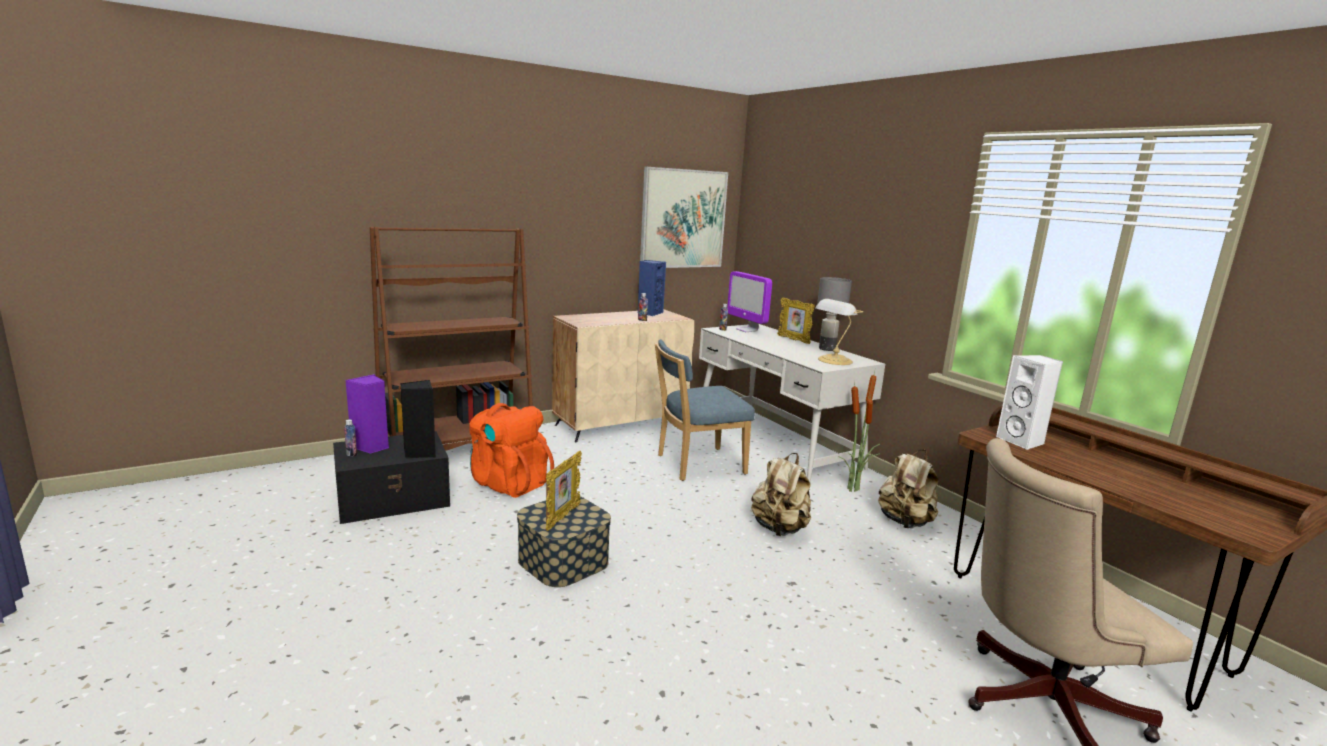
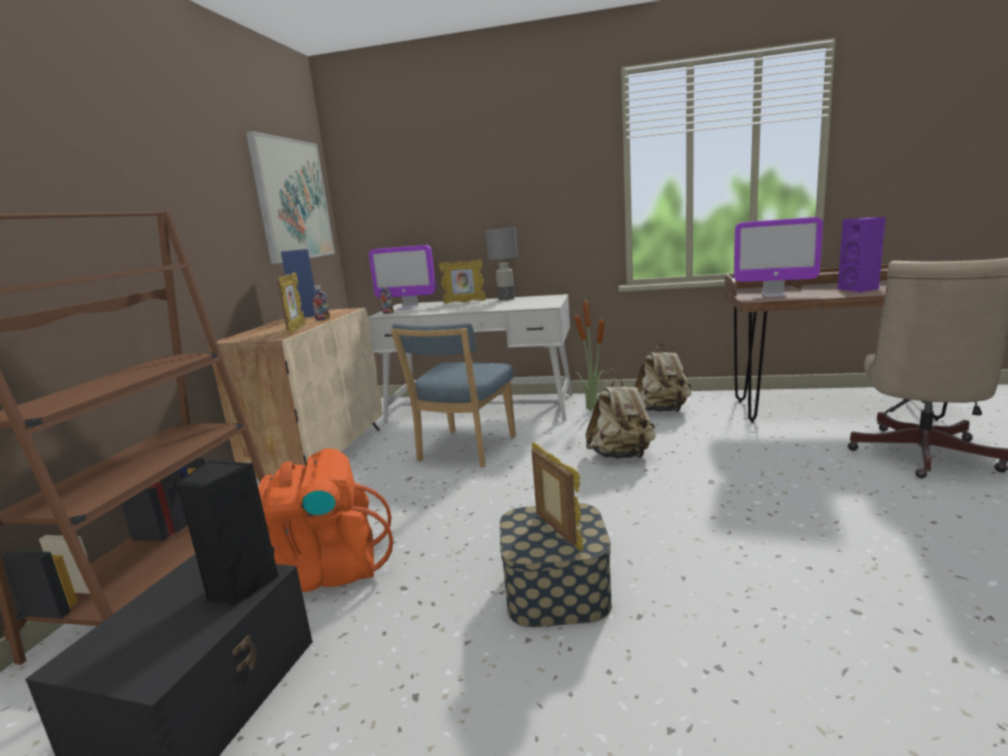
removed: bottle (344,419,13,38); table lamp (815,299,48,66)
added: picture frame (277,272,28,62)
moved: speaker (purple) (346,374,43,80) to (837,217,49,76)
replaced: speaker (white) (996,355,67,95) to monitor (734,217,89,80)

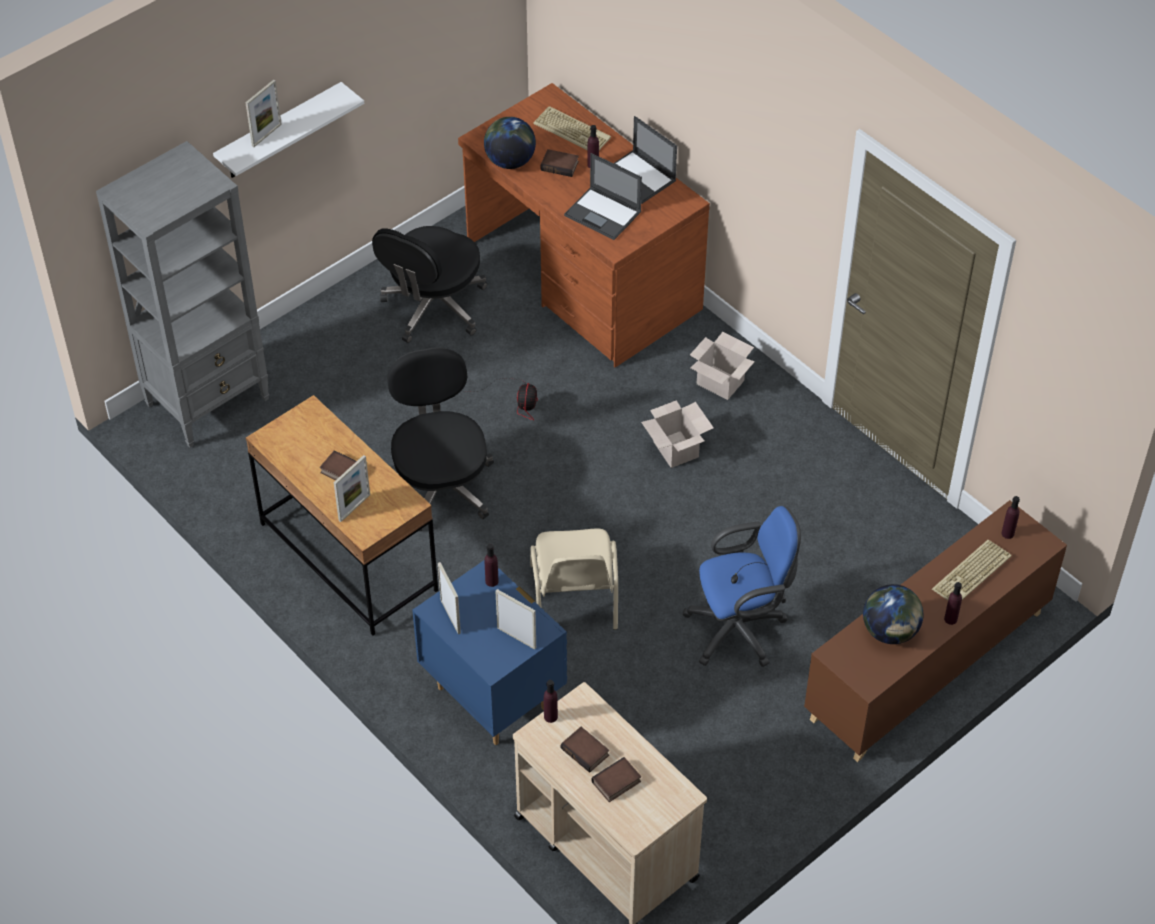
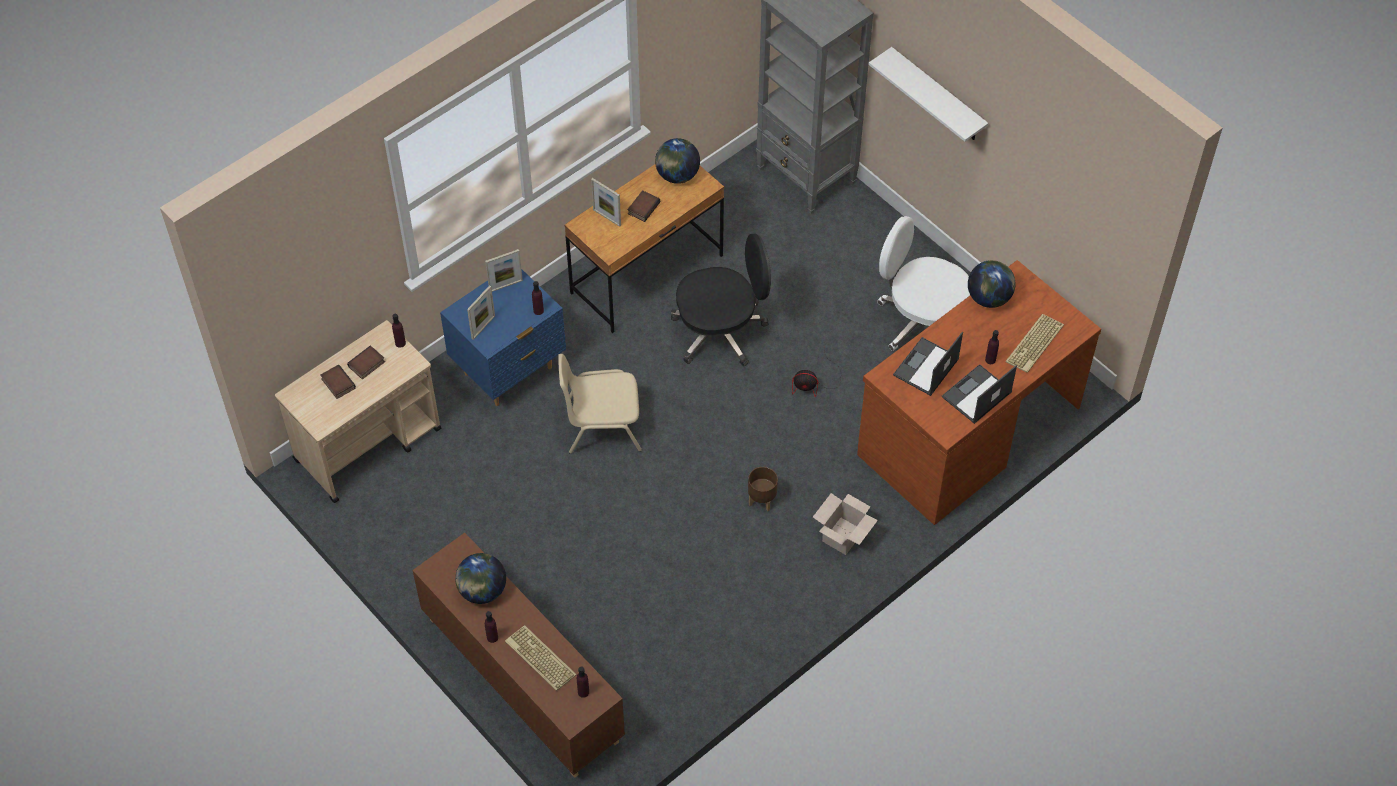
removed: picture frame (245,80,37,67); book (540,149,39,28); office chair (blue) (682,506,119,161)
added: globe (655,138,45,46)
replaced: cardboard box (641,400,73,68) to planter (brown) (748,467,30,44)
recoloured: office chair (black) (372,226,115,117) to office chair (white) (877,216,93,135)

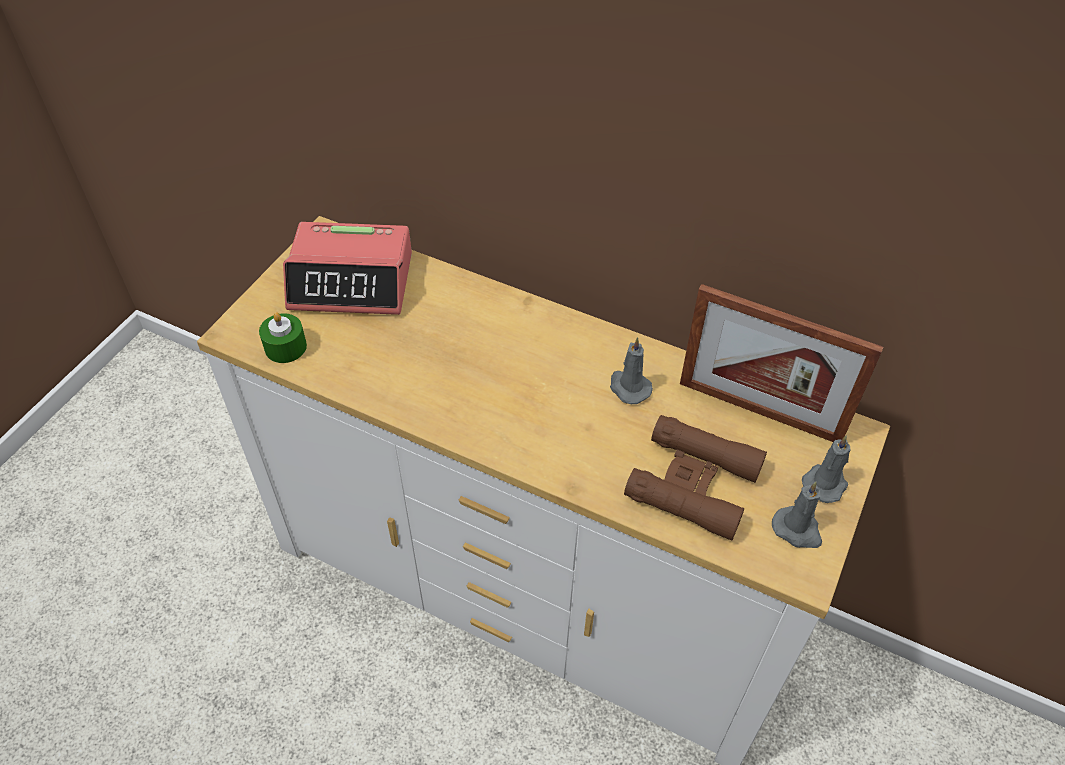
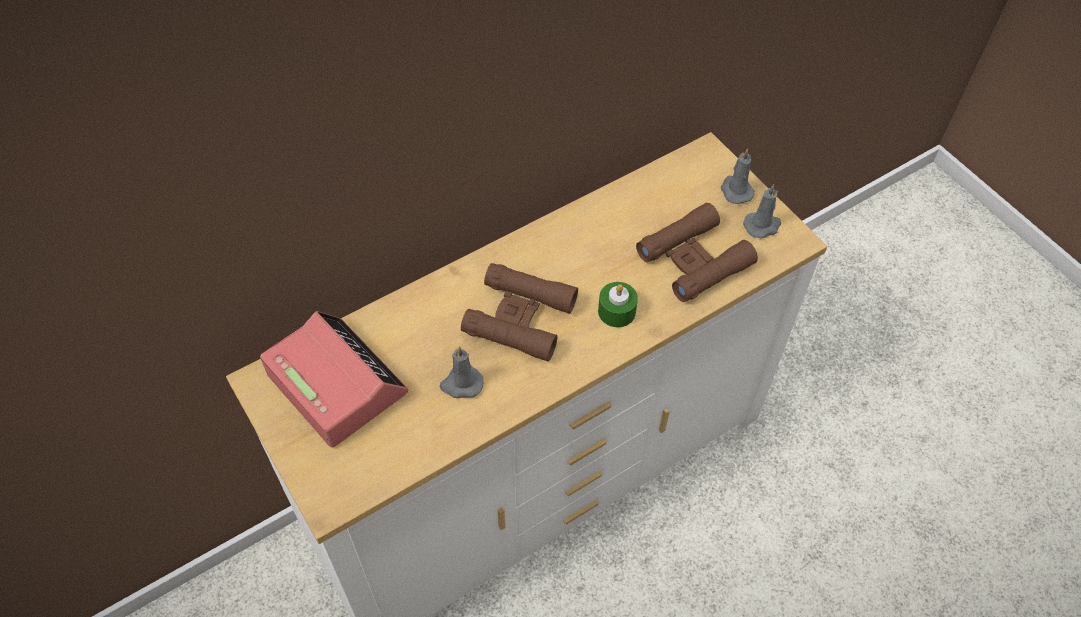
removed: picture frame (680,284,203,158)
added: binoculars (brown) (461,263,117,99)
moved: candle (green) (259,312,48,51) to (598,282,40,45); candle (grey) (610,337,43,67) to (439,346,44,53)
turned: alarm clock (283,222,129,93) = (260,311,148,137) 75 degrees counterclockwise

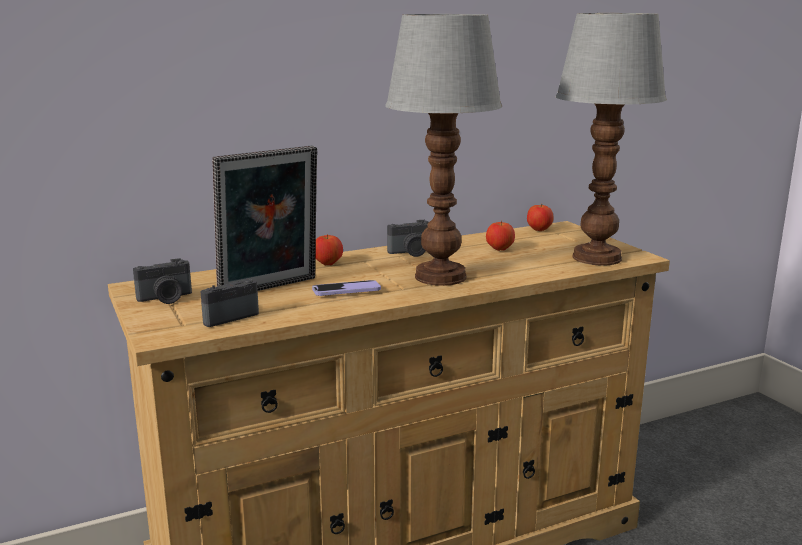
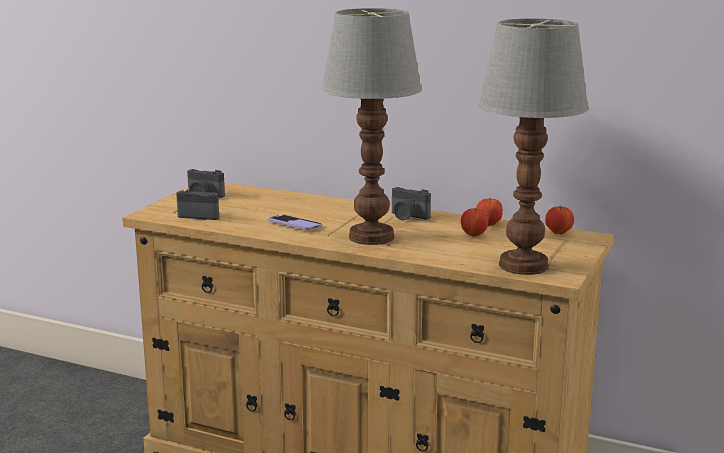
removed: picture frame (212,146,105,145)
moved: apple (315,234,28,31) to (476,198,27,28)

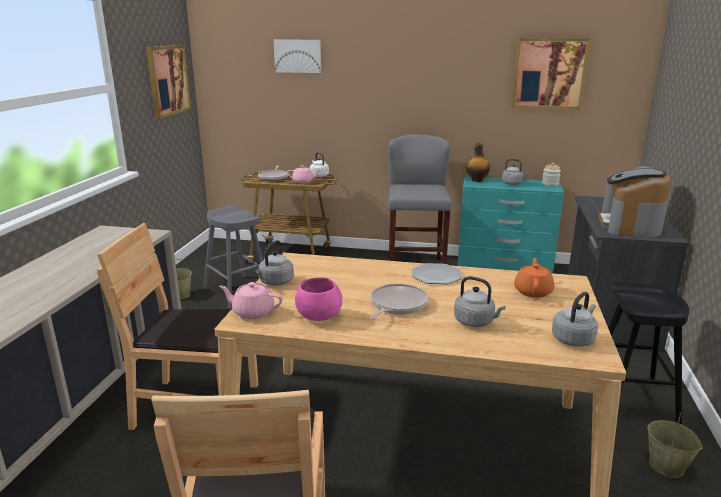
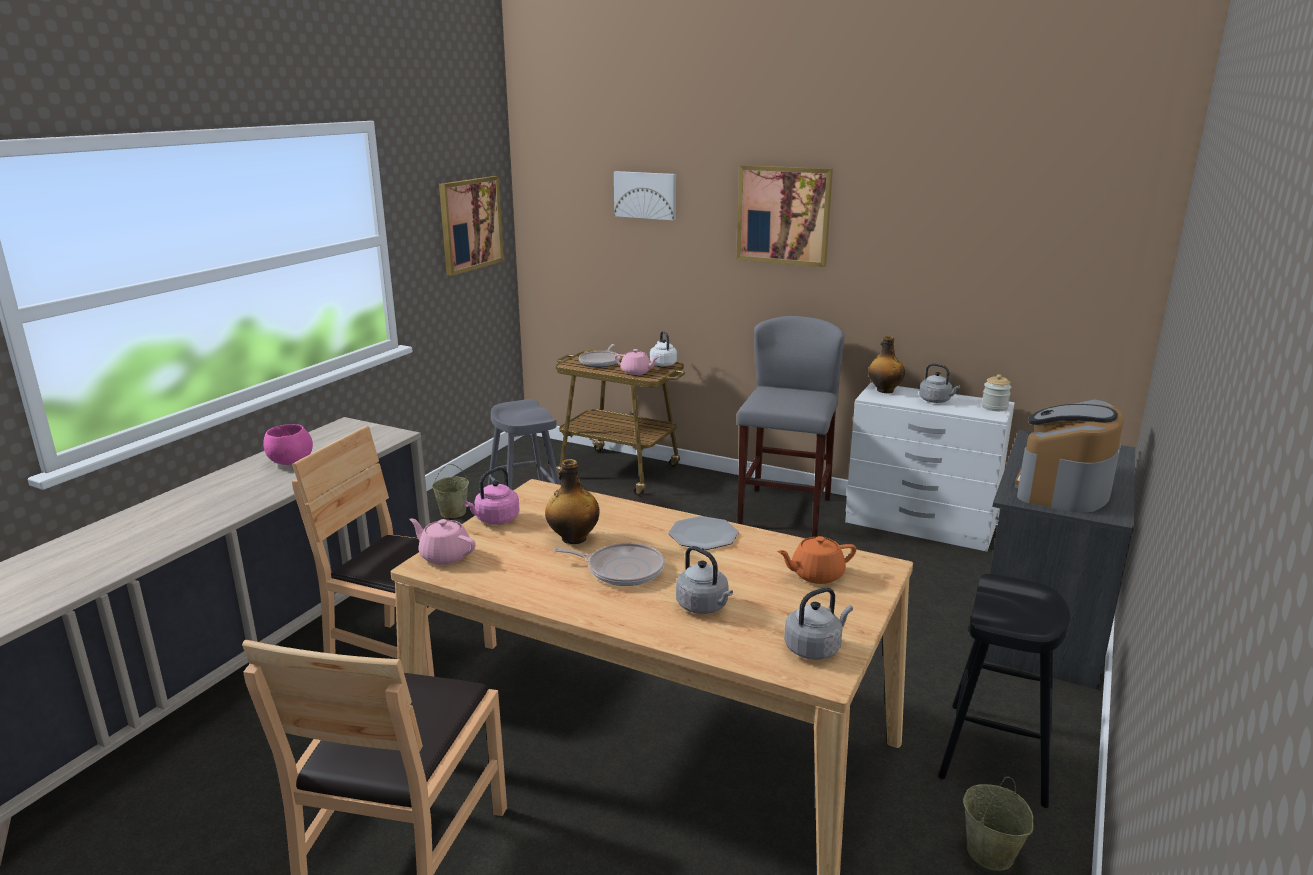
added: bottle (545,459,55,85)
moved: bowl (pink) (295,277,47,44) to (263,424,50,41); picture (512,38,79,72) to (737,165,96,102)
recoloured: kettle (grey) (255,240,39,46) to kettle (pink) (465,467,54,58); dresser (turquoise) (458,177,106,96) to dresser (white) (845,382,170,170)
turned: frying pan (370,283,59,36) = (554,543,111,43) 60 degrees clockwise; teapot (orange) (514,258,40,40) = (777,536,79,48) 135 degrees counterclockwise

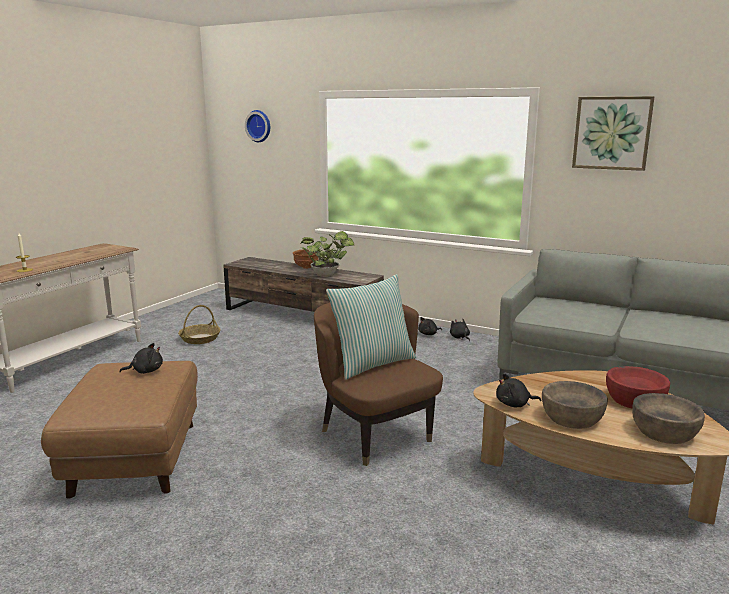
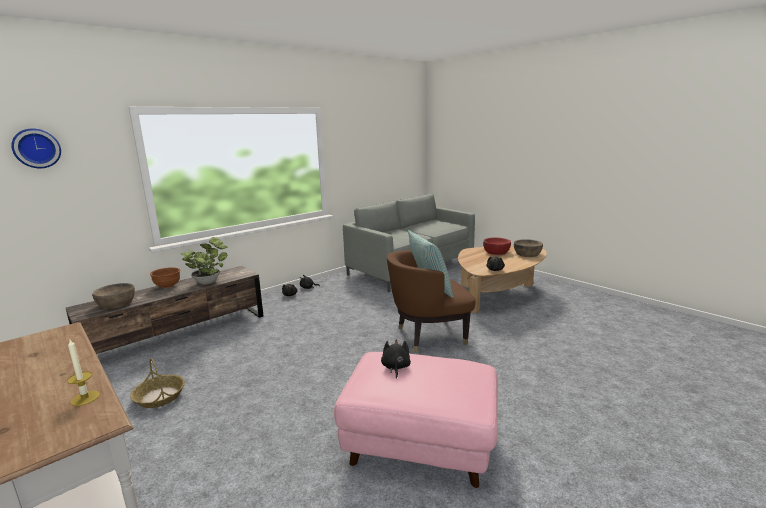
removed: picture (572,96,82,75)
moved: bowl (brown) (542,381,66,48) to (92,283,43,26)
recoloured: ottoman (brown) (41,361,157,138) to ottoman (pink) (334,352,164,136)

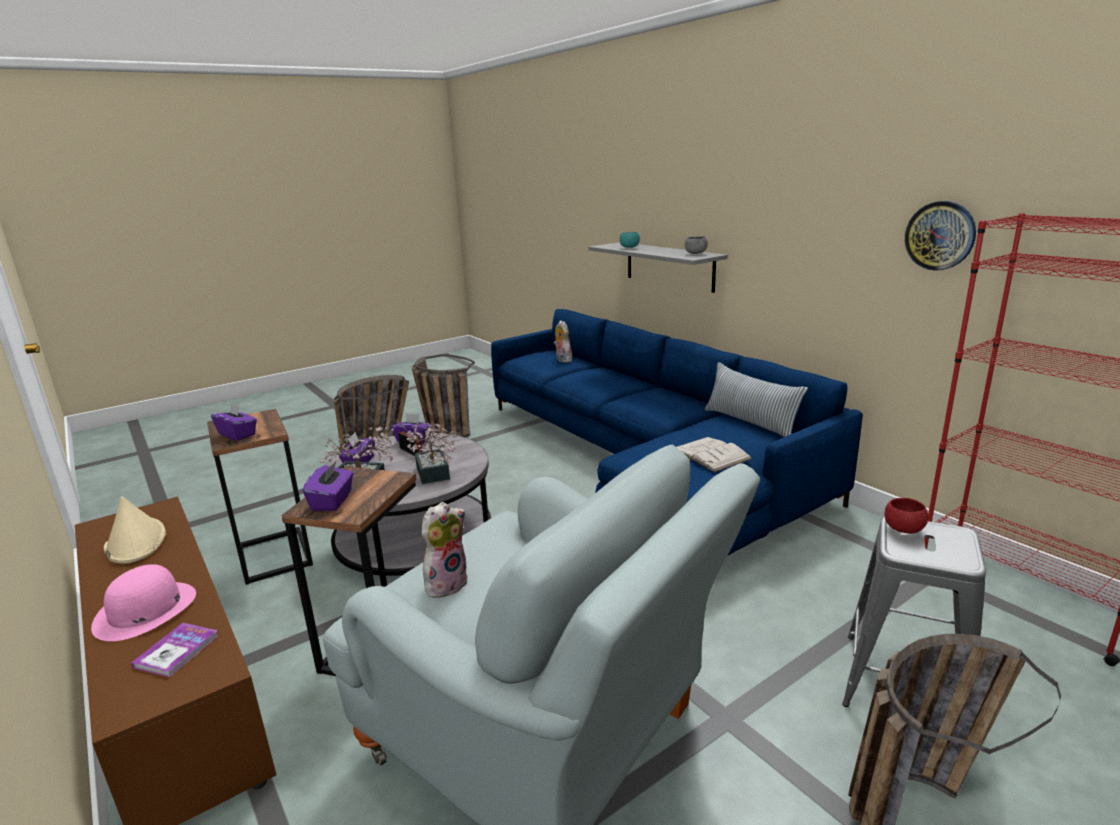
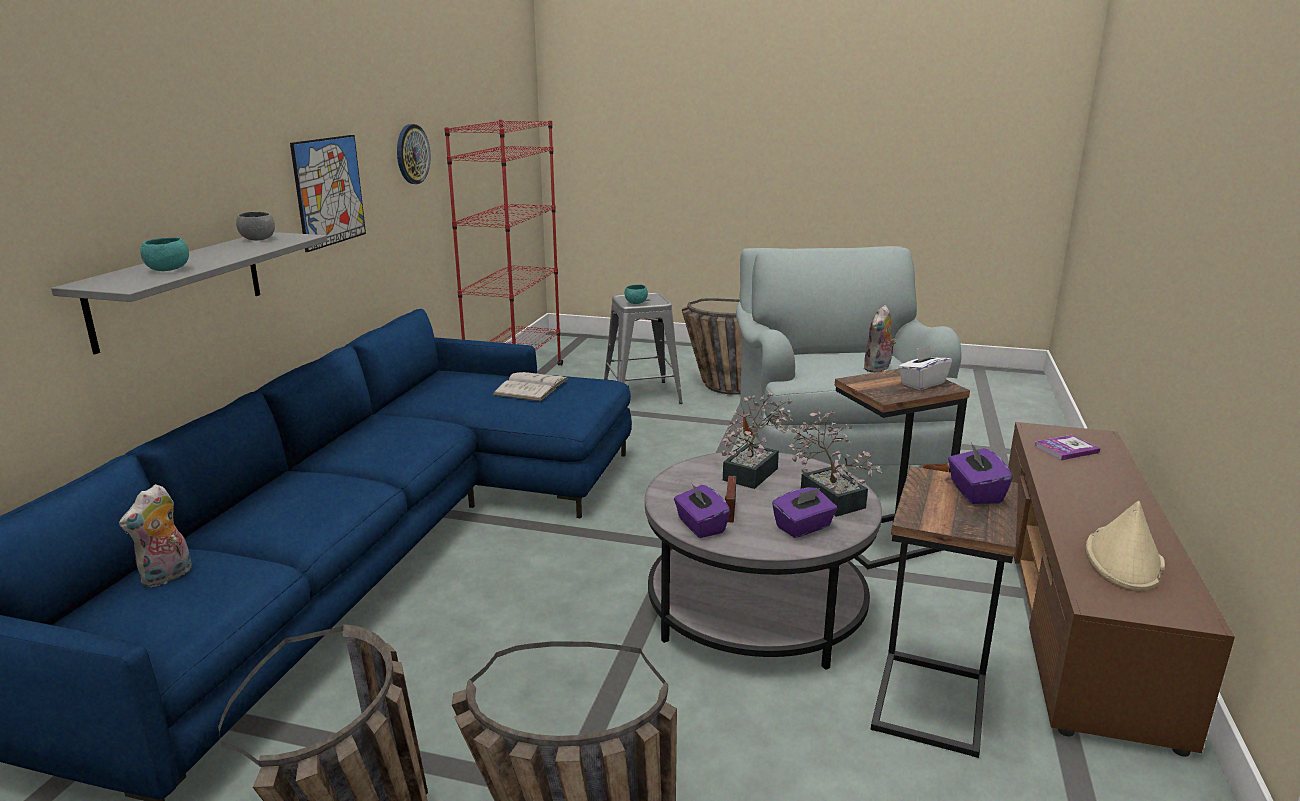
removed: hat (pink) (91,564,105,77); pillow (705,362,103,75)
added: picture (290,135,76,117)
recoloured: tissue box (purple) (303,460,50,51) to tissue box (white) (898,345,54,45); bowl (red) (884,498,44,36) to bowl (turquoise) (625,285,23,19)
turned: plush toy (422,502,46,96) = (863,305,33,68) 60 degrees counterclockwise

